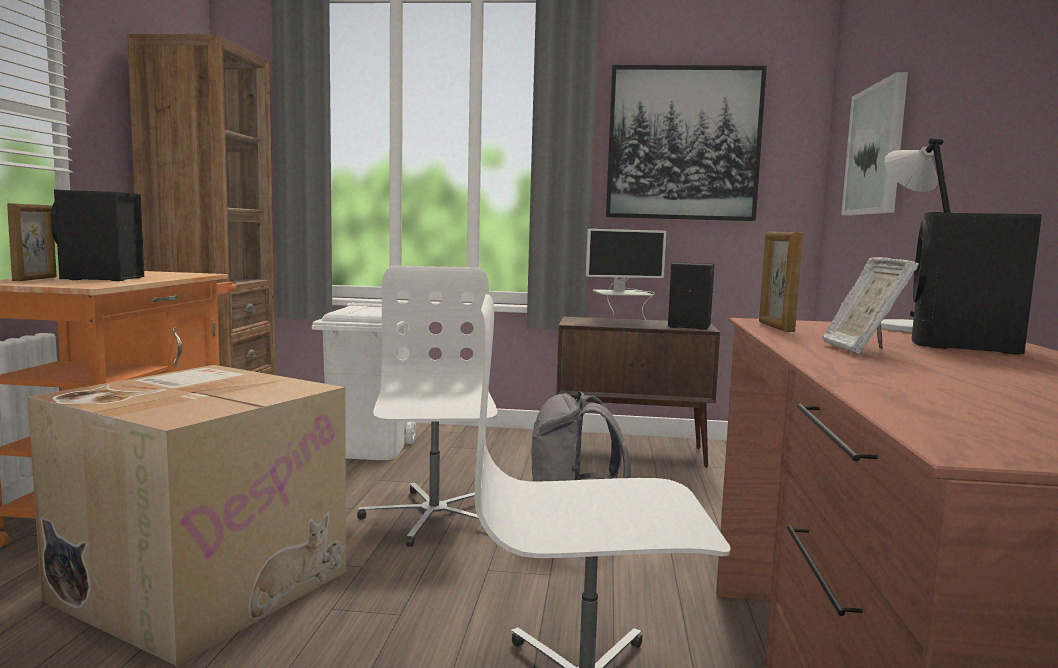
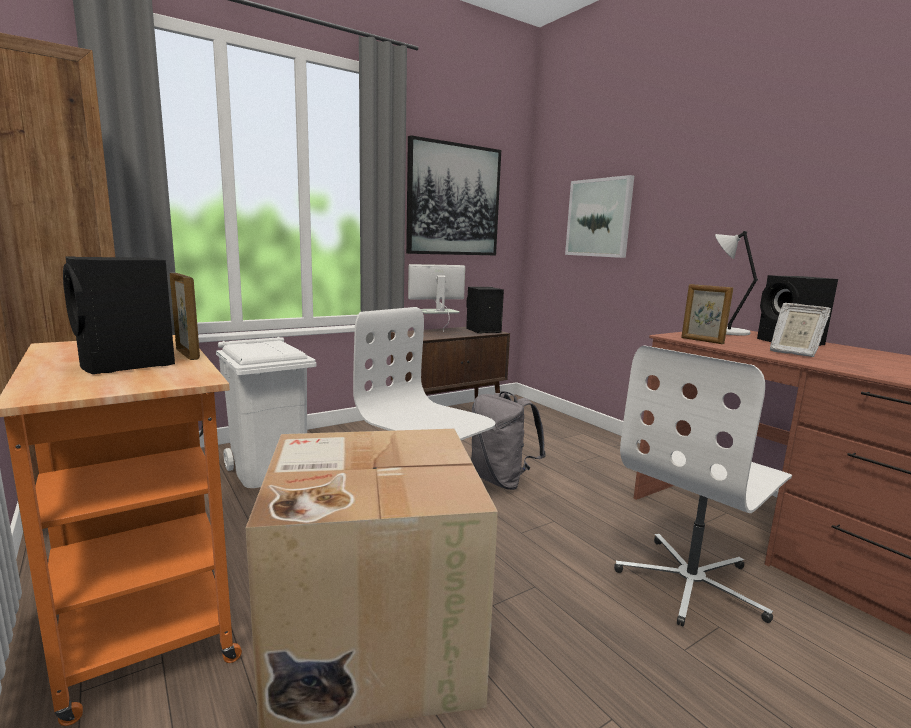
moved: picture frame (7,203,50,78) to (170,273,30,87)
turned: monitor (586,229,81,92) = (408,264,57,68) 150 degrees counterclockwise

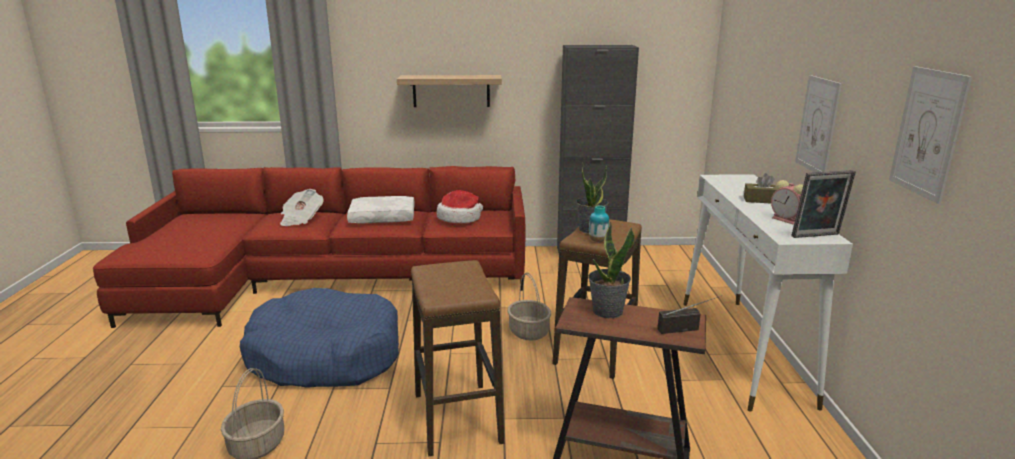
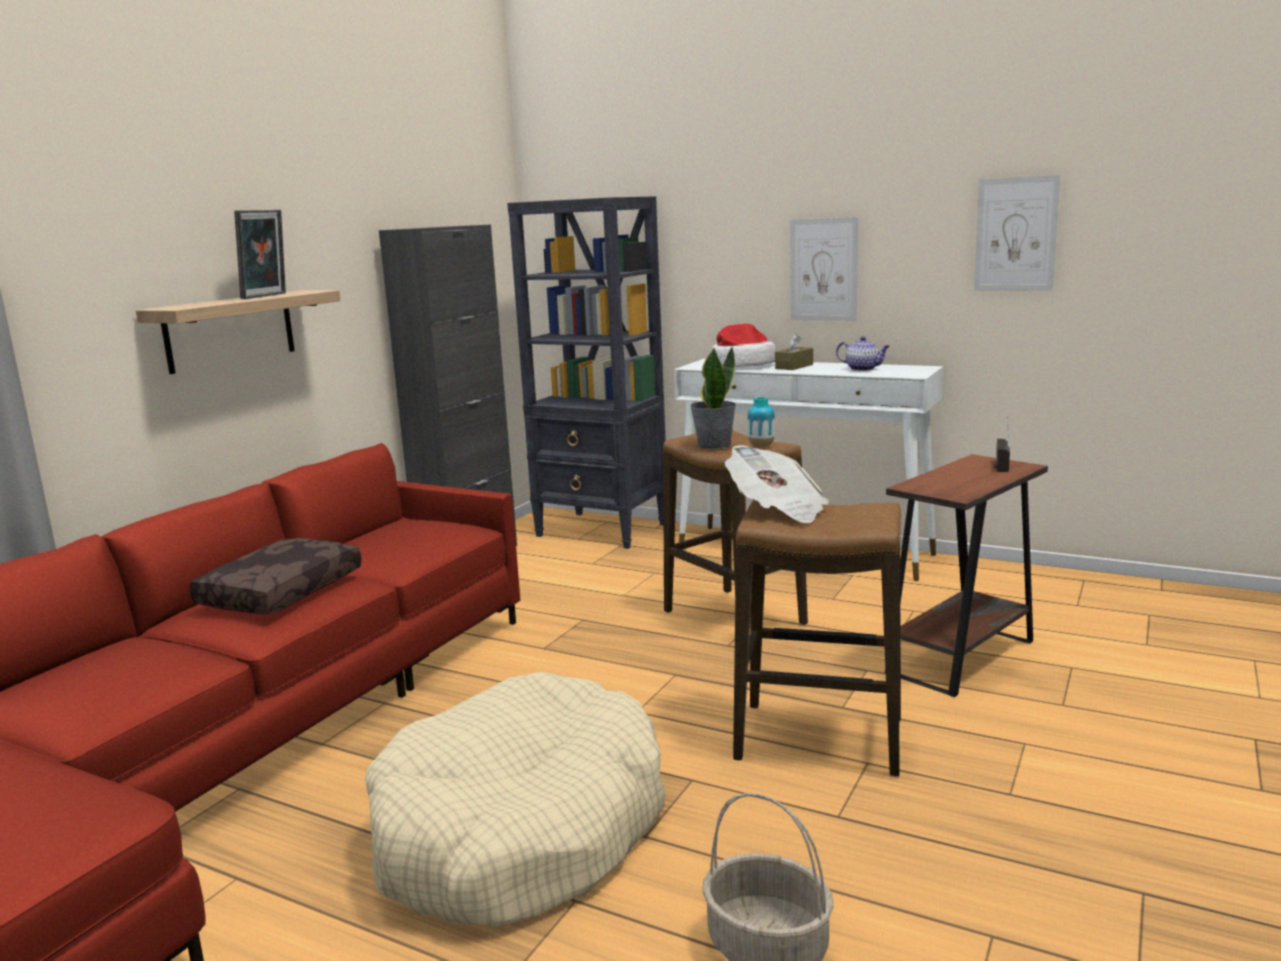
removed: basket (508,272,43,69); potted plant (588,221,47,97)
added: bookcase (black) (507,196,159,353)
moved: newspaper (280,189,44,37) to (725,445,104,79); hat (437,190,46,33) to (711,324,65,43); picture frame (791,170,65,68) to (234,210,52,89)
replaced: alarm clock (771,180,32,45) to teapot (836,336,54,35)
recoloured: dog bed (blue) (240,288,159,100) to dog bed (beige) (365,671,301,256); pillow (white) (347,196,68,28) to pillow (brown) (190,538,172,76)

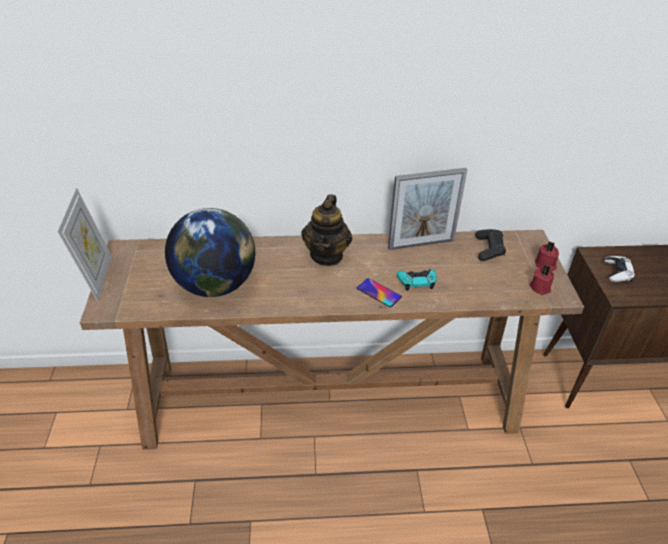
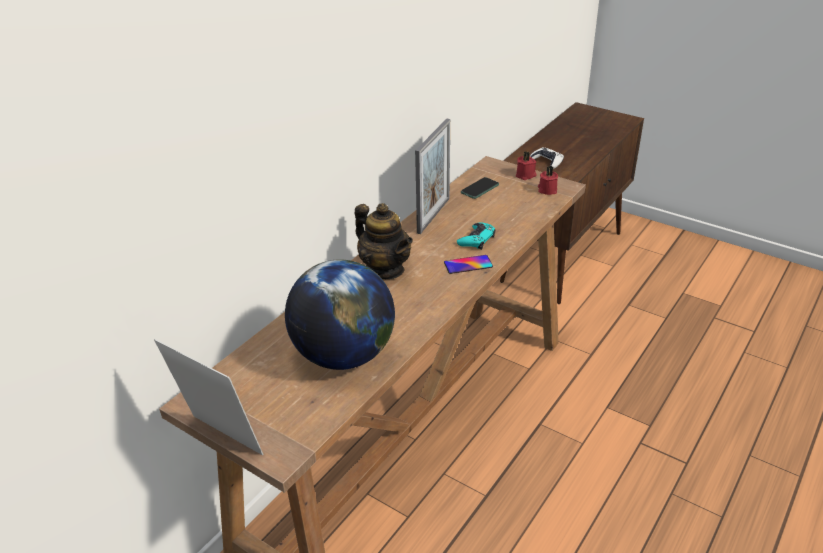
replaced: game controller (black) (475,229,31,32) to phone (461,177,38,22)

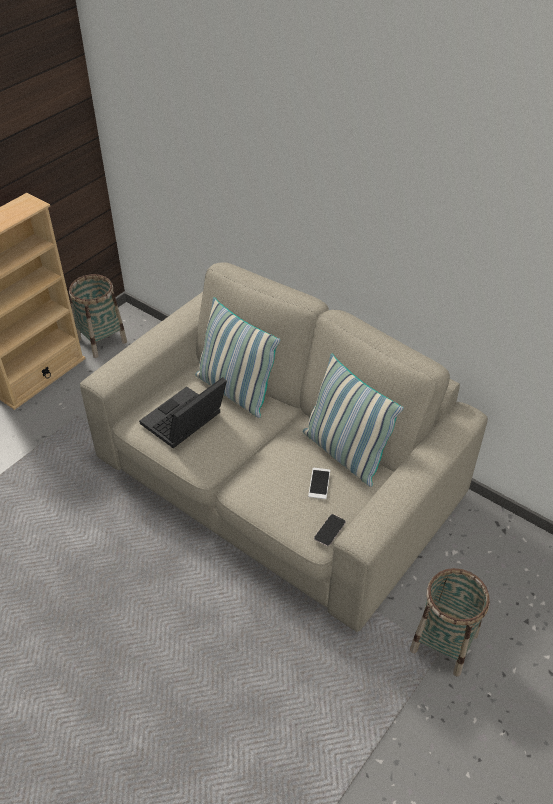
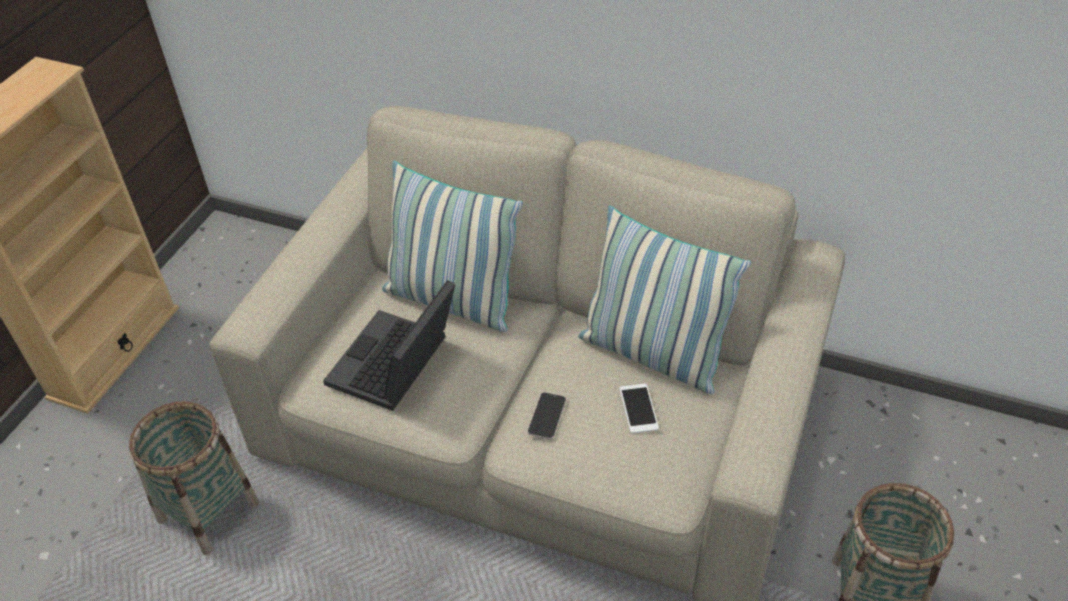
moved: basket (69,274,58,84) to (129,401,130,154); phone (314,514,32,32) to (528,392,38,47)

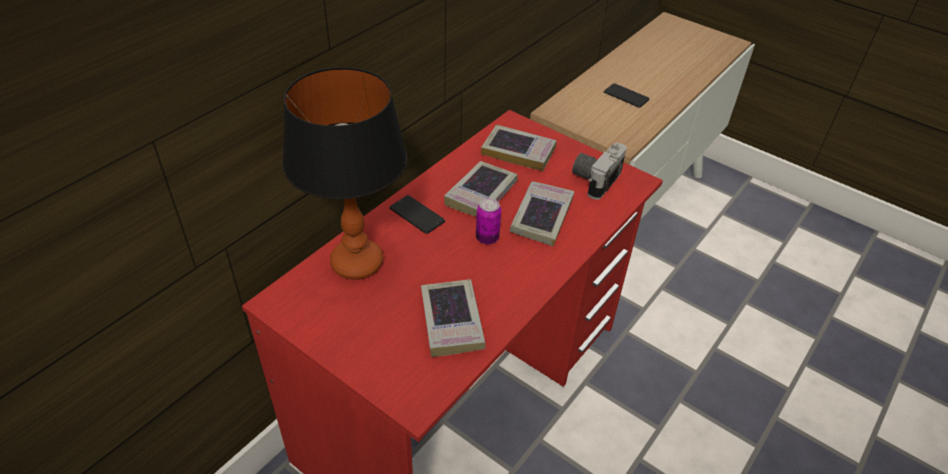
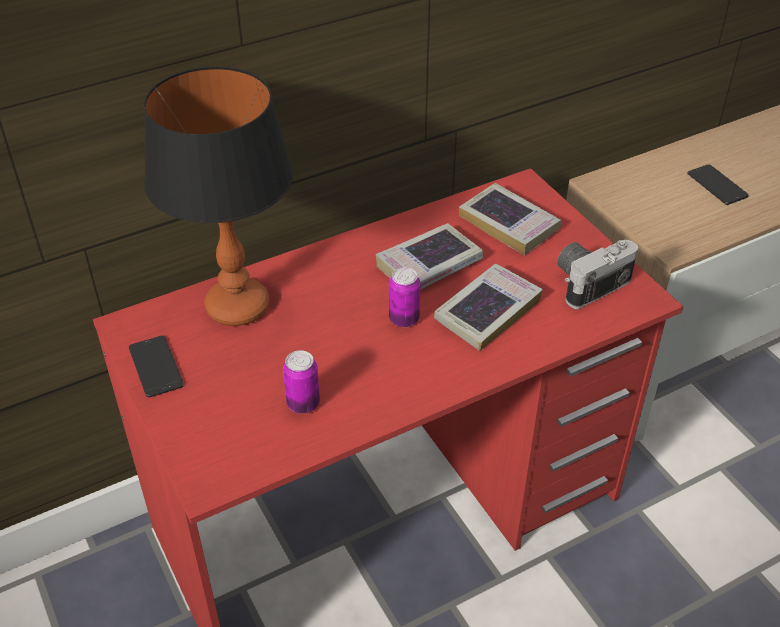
moved: phone (390,195,55,39) to (129,336,55,61)
replaced: book (421,279,64,78) to can (283,350,37,64)

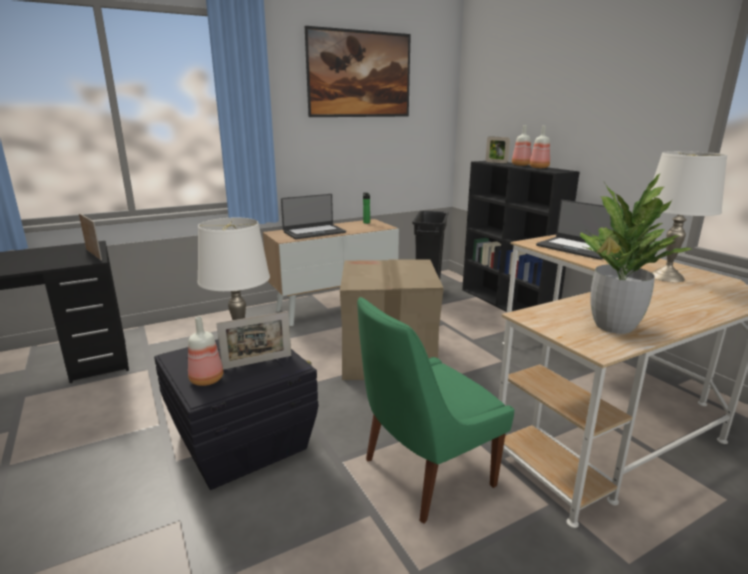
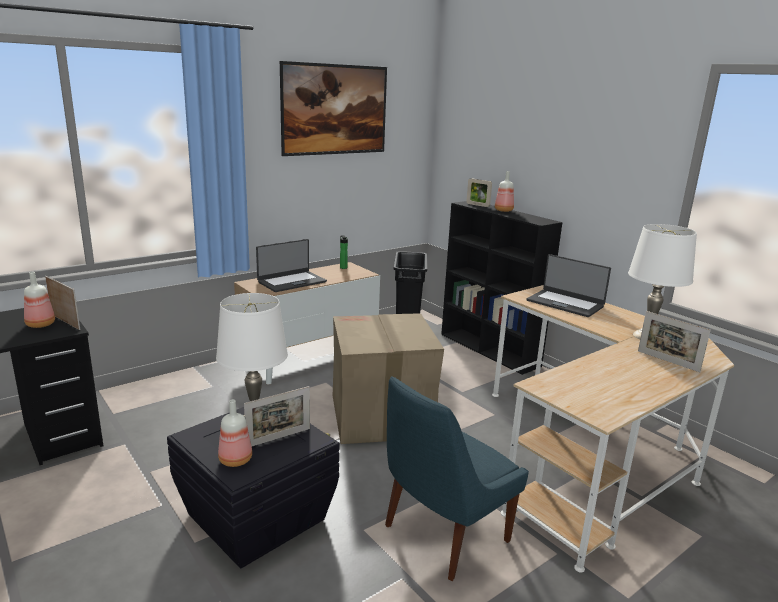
removed: potted plant (580,174,112,160)
added: picture frame (638,311,73,61)
moved: bottle (529,126,21,42) to (24,272,31,56)
recoloured: chair (green) (357,297,158,226) to chair (blue) (385,376,144,205)

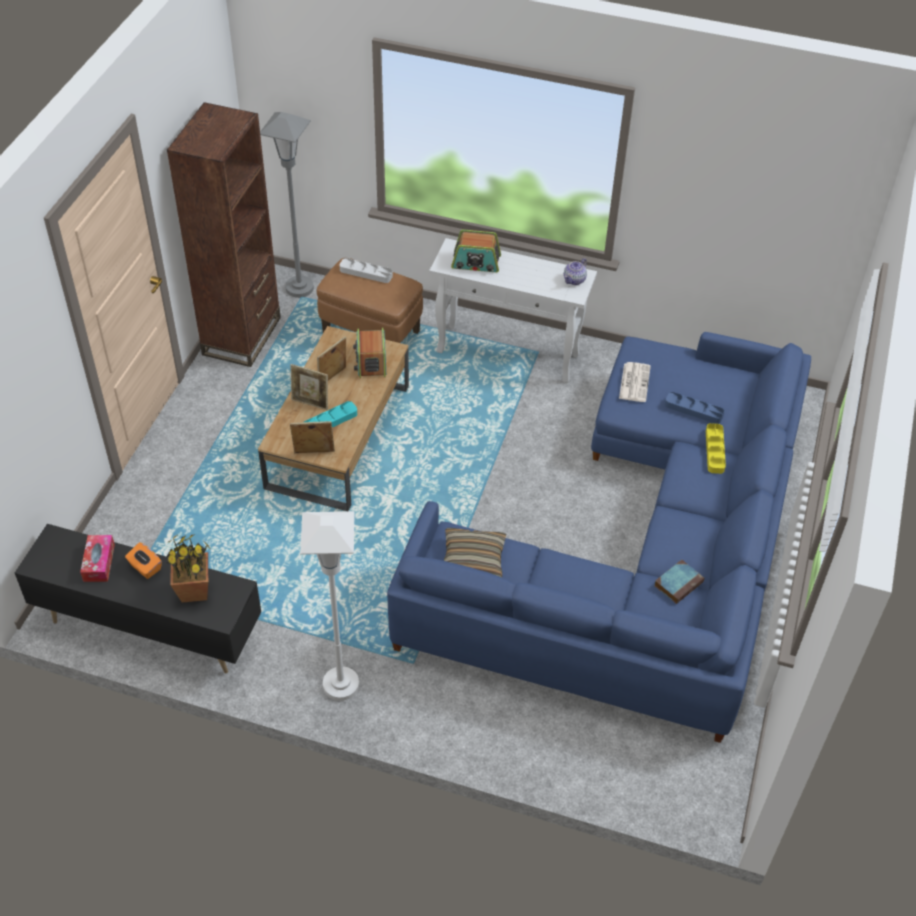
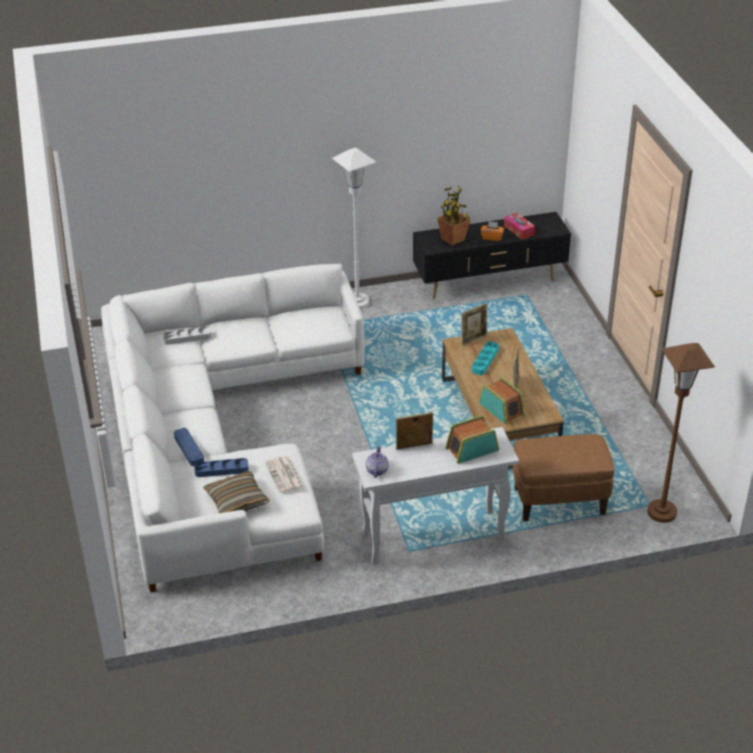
removed: bookcase (brown) (167,102,114,265); book (654,560,50,44)
moved: picture frame (291,364,37,46) to (396,412,37,37); tray (grey) (339,258,54,25) to (163,326,48,19); pillow (444,528,62,49) to (203,471,67,42)
recoloured: floor lamp (grey) (260,112,54,186) to floor lamp (brown) (647,343,68,180); sofa (blue) (387,332,424,411) to sofa (white) (101,264,264,328); tray (yellow) (706,423,20,51) to tray (blue) (174,428,30,38)

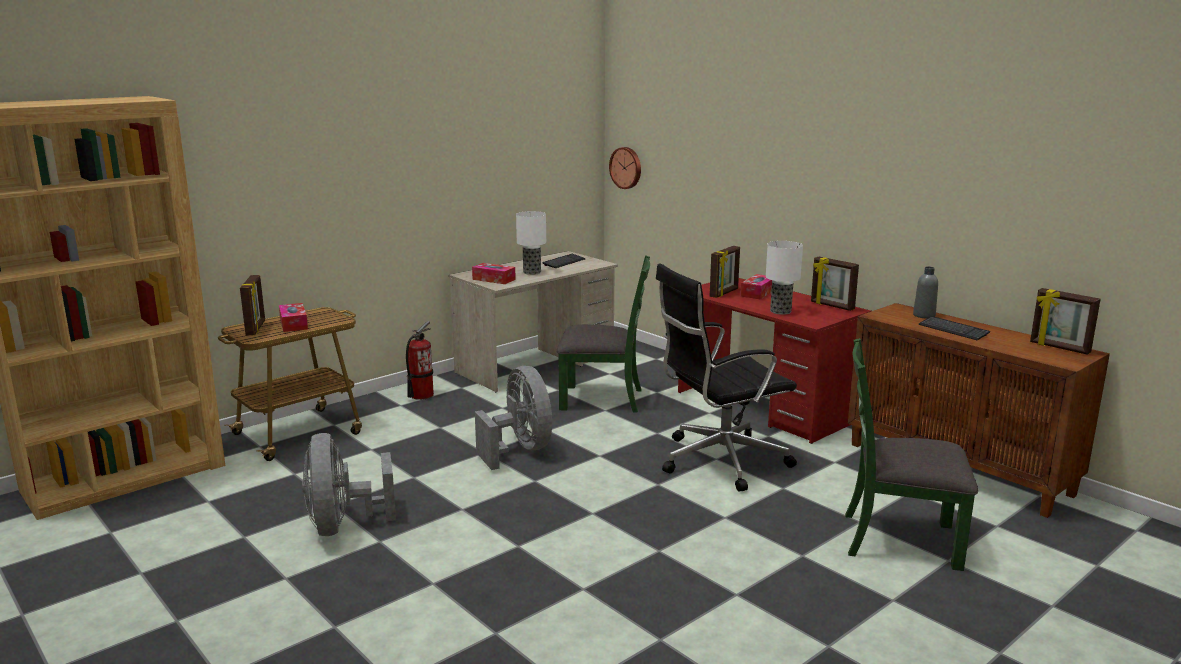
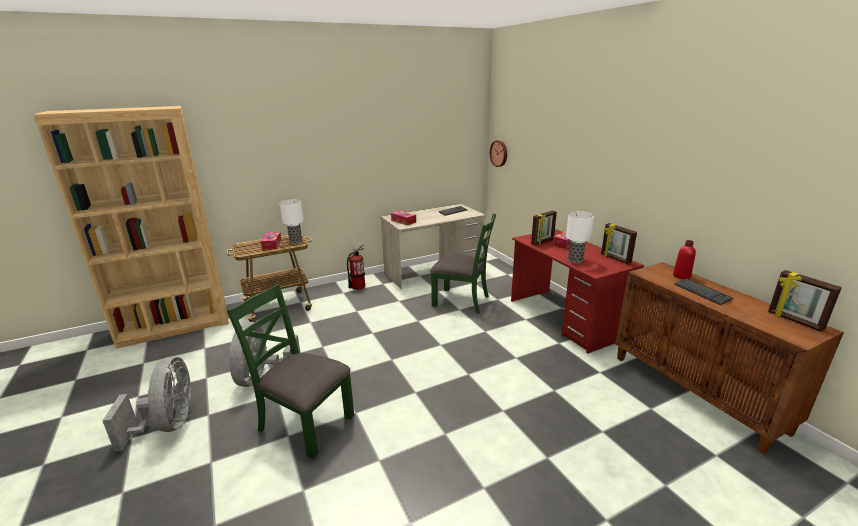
removed: picture frame (240,275,25,61); office chair (black) (656,263,141,229)
moved: fan (grey) (475,366,77,104) to (102,357,90,95); table lamp (516,211,30,64) to (279,199,25,45); chair (green) (845,338,133,233) to (227,284,127,175)
recoloured: bottle (grey) (913,267,25,52) to bottle (red) (673,240,23,39)

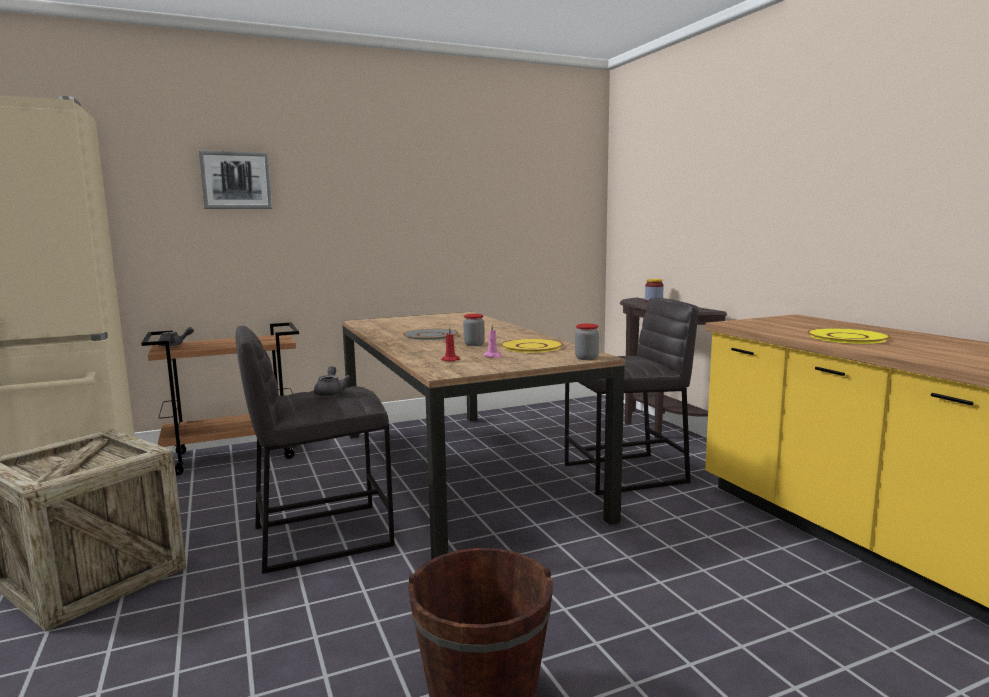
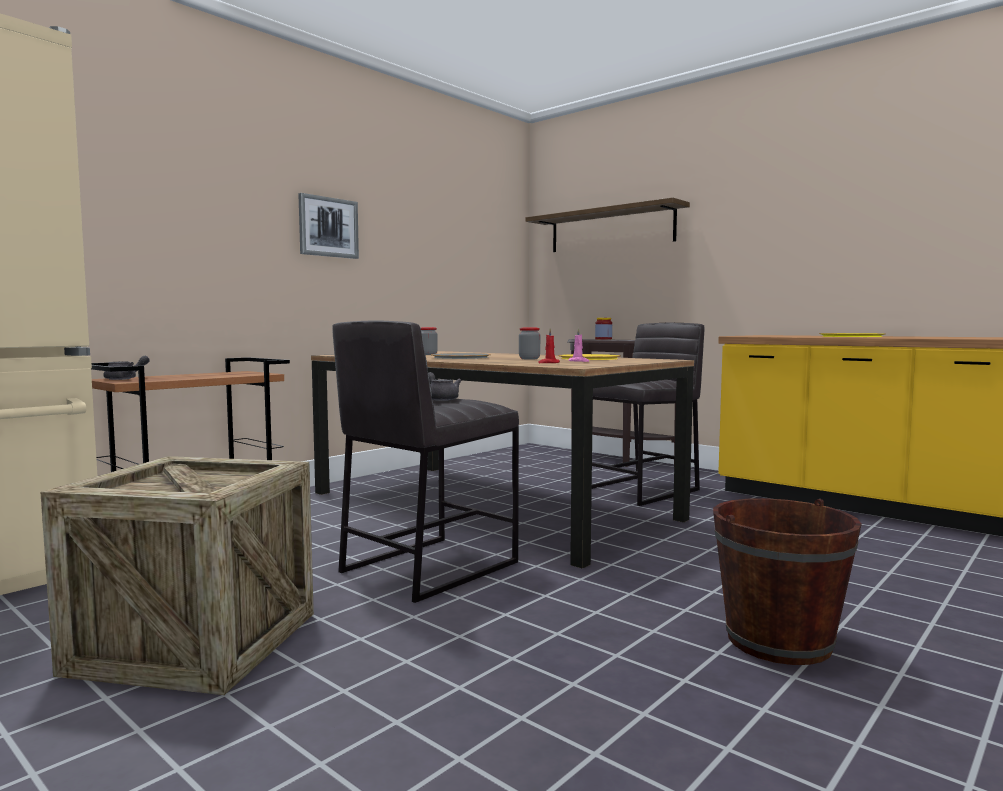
added: shelf (525,197,165,55)
moved: picture (199,151,73,58) to (299,193,60,66); jar (575,324,24,36) to (421,327,17,28)

